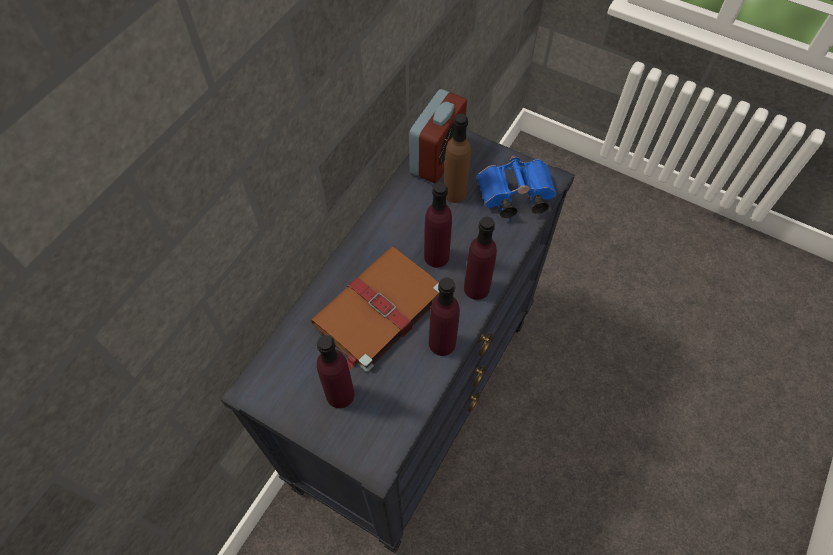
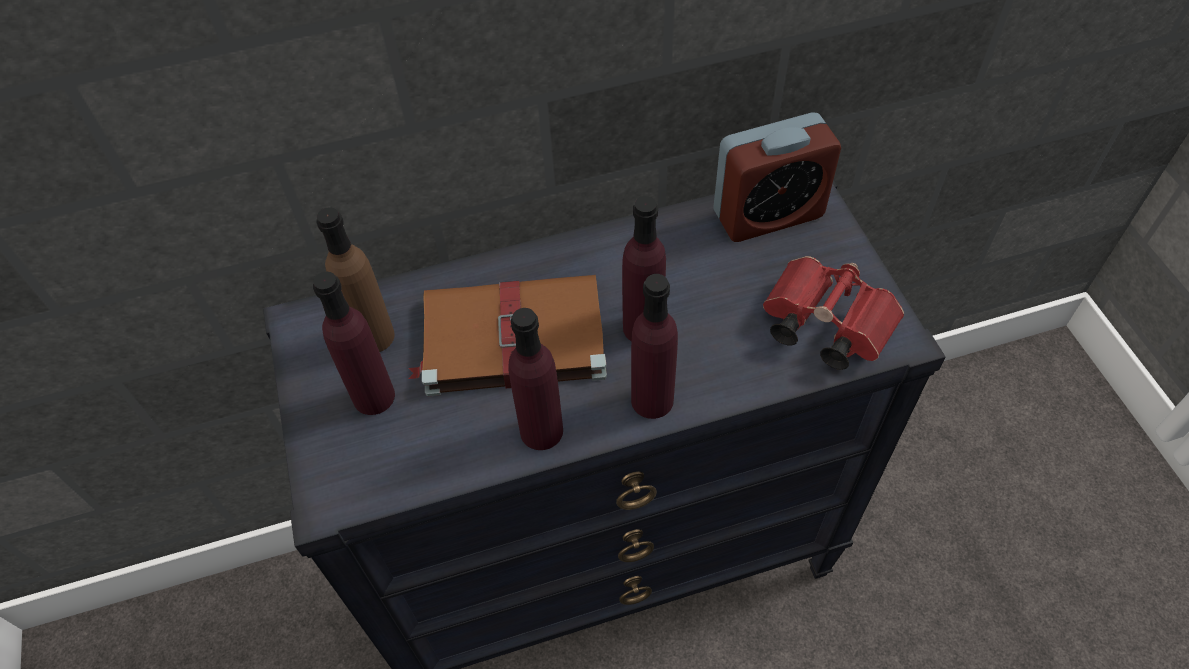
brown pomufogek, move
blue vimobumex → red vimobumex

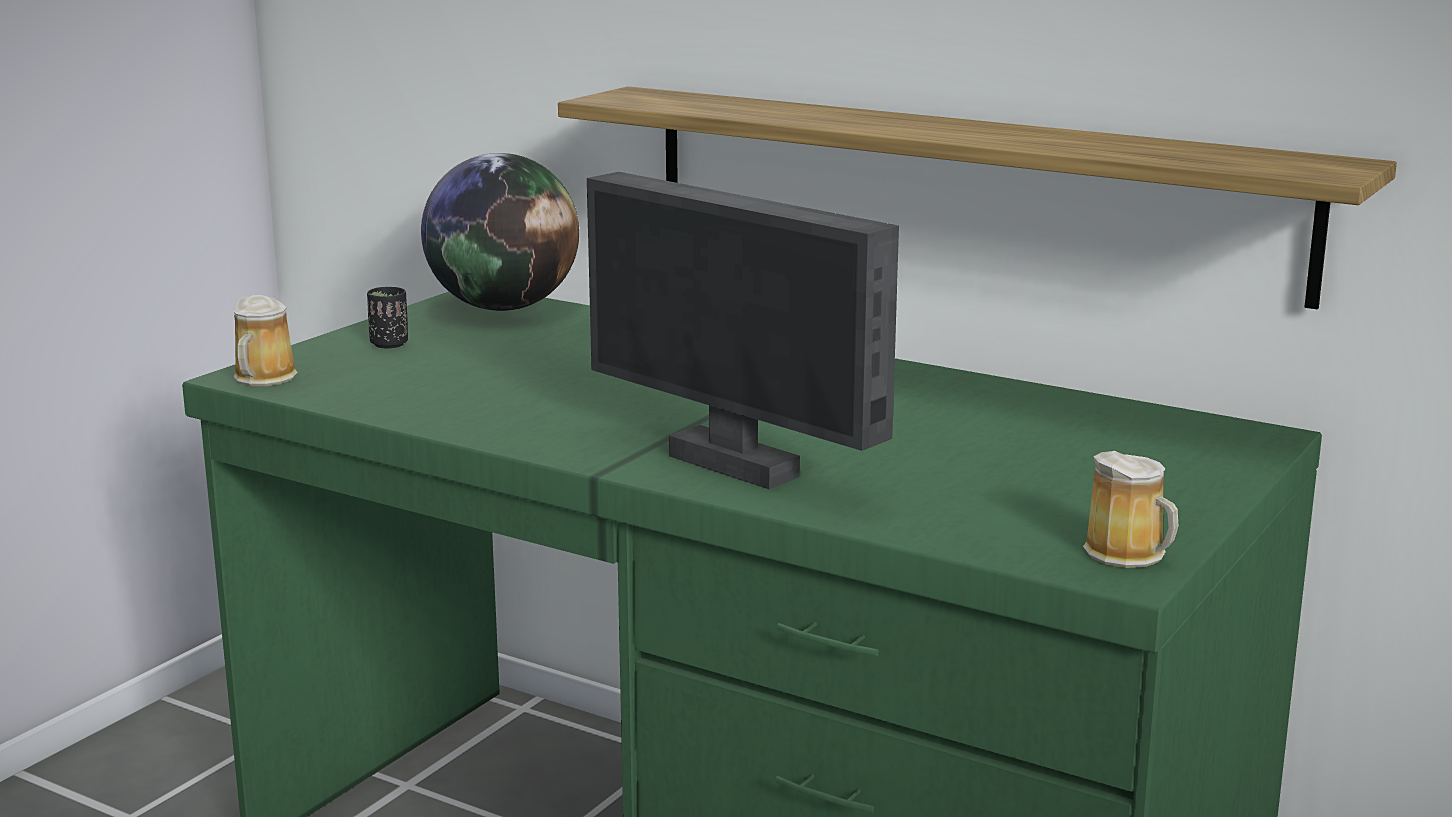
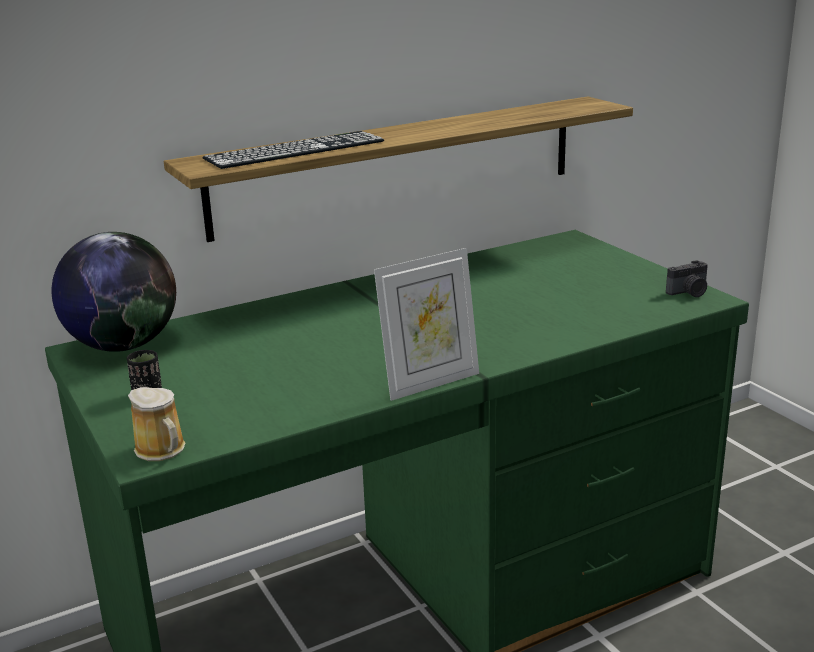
- → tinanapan
- → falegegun
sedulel (2nd from left) → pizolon
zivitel → -

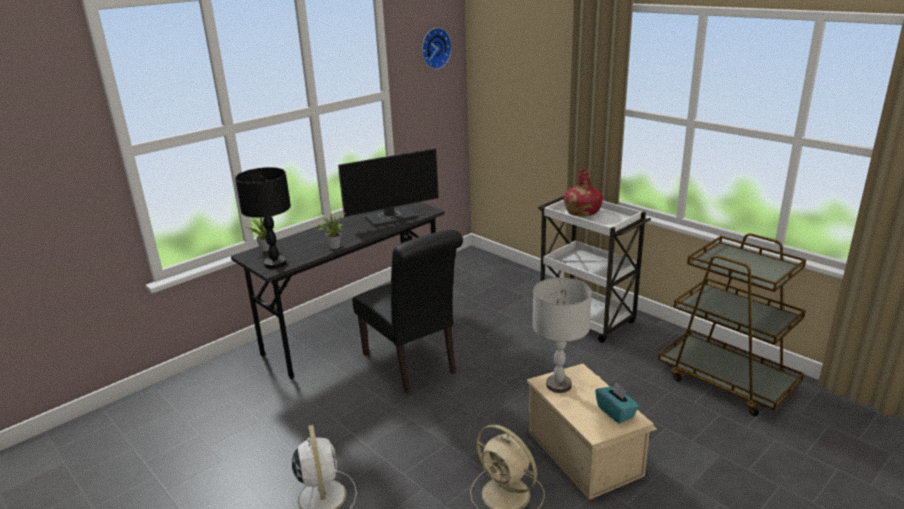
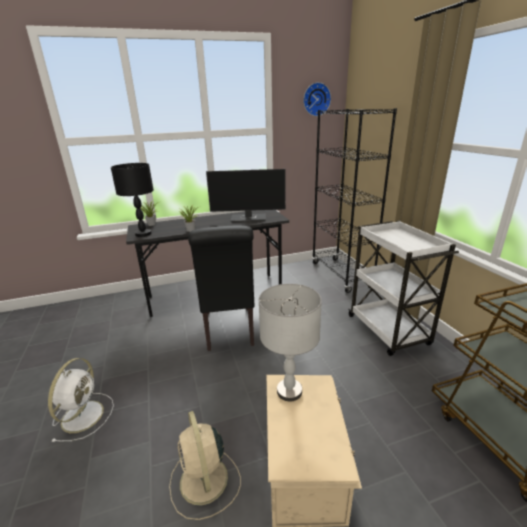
- → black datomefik
red pomufogek → -
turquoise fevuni → -

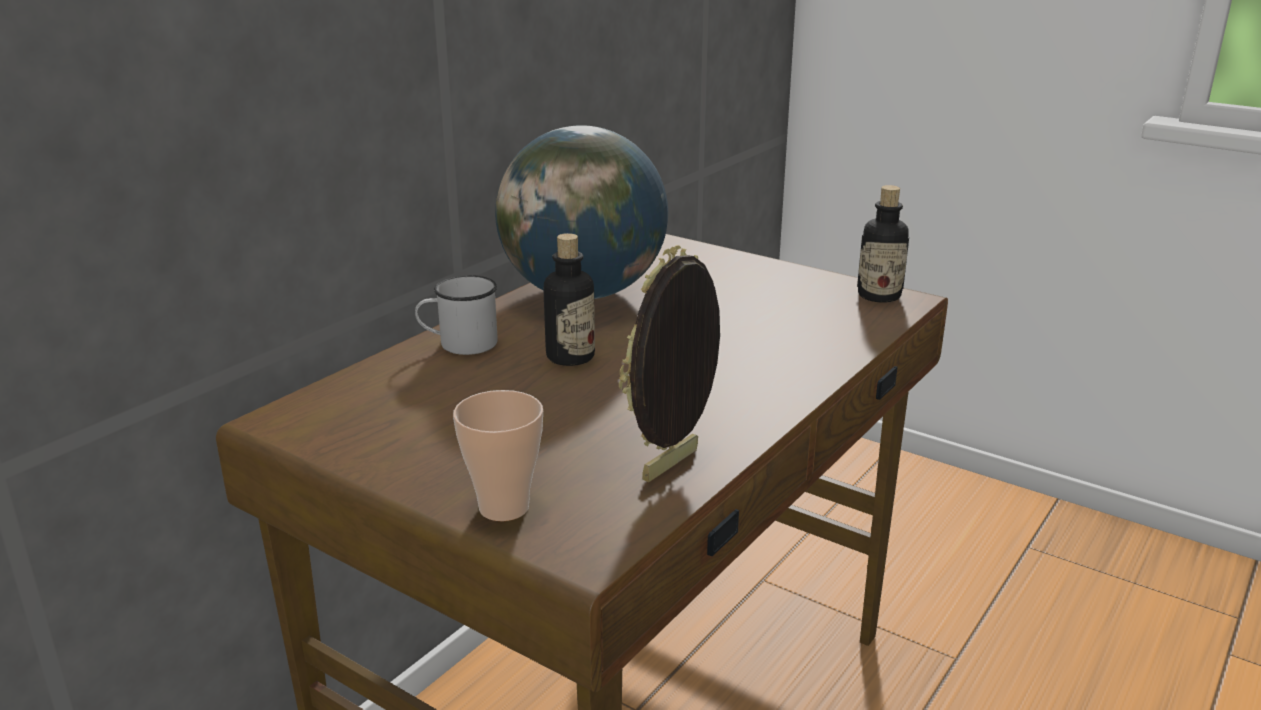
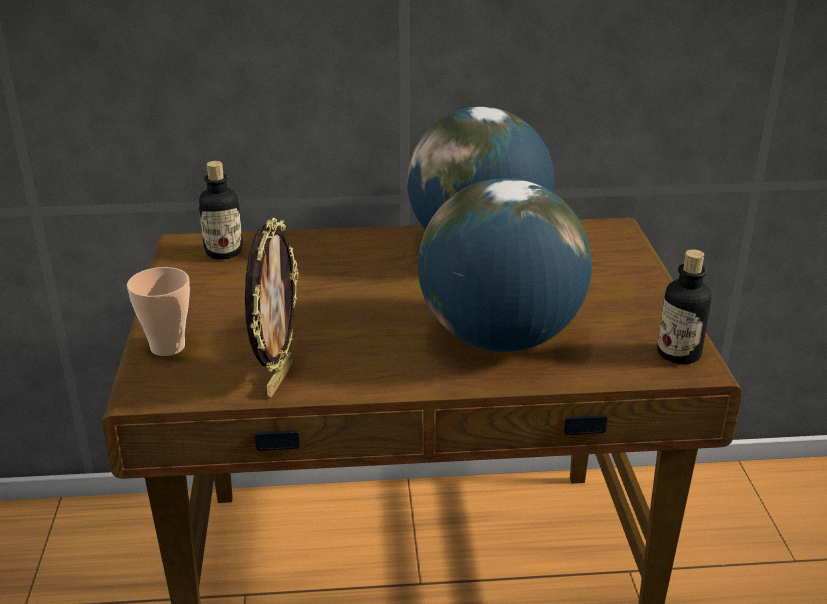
pomufogek (1st from left), move
falegegun, 105 degrees clockwise
- → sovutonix (2nd from left)
white sedulel → -

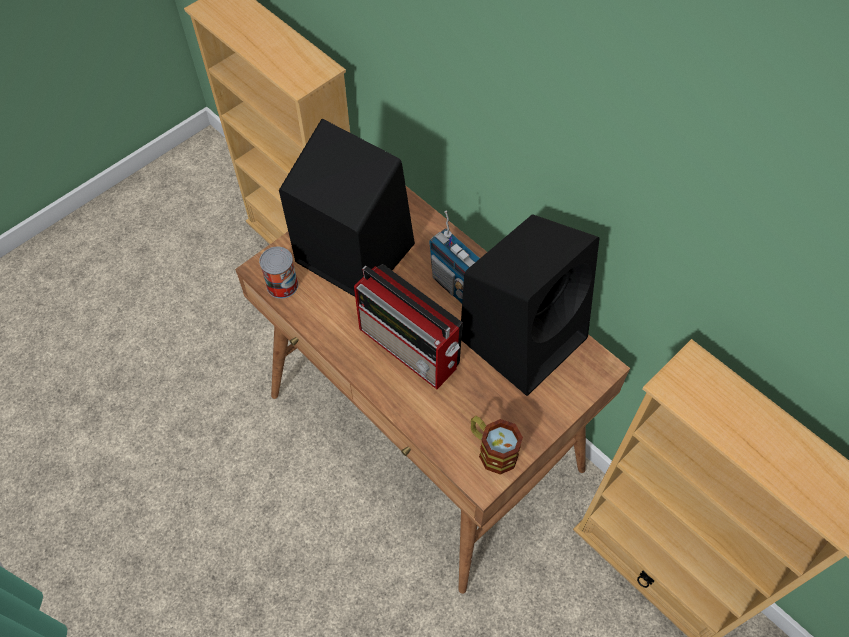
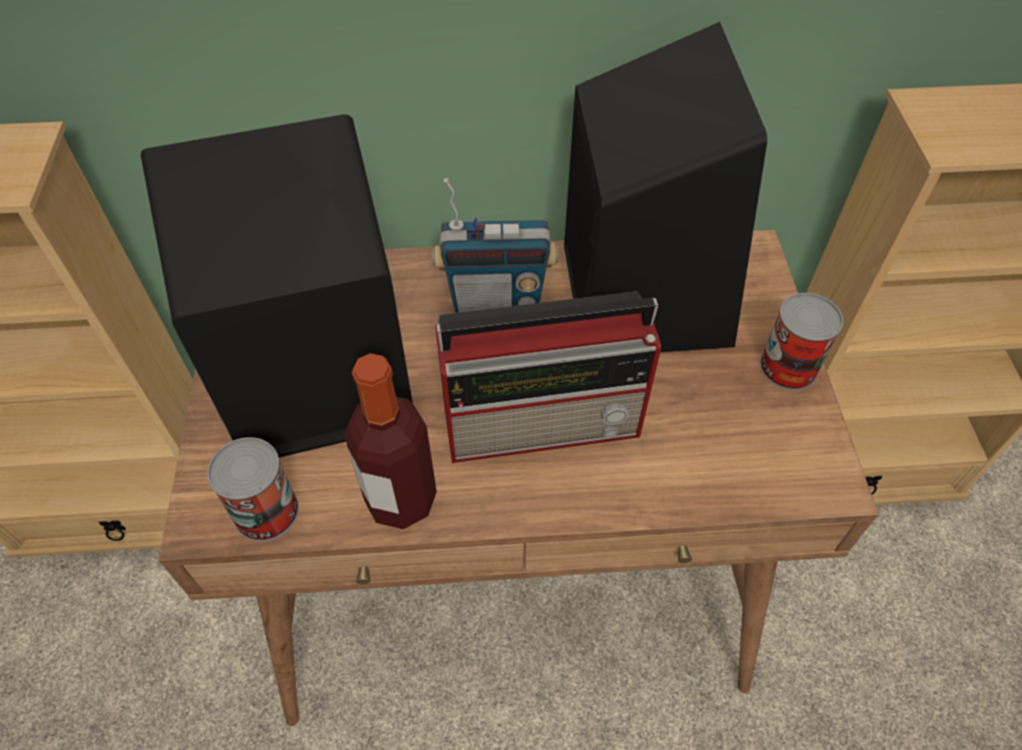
- → pomufogek
- → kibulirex (2nd from left)
sedulel → -

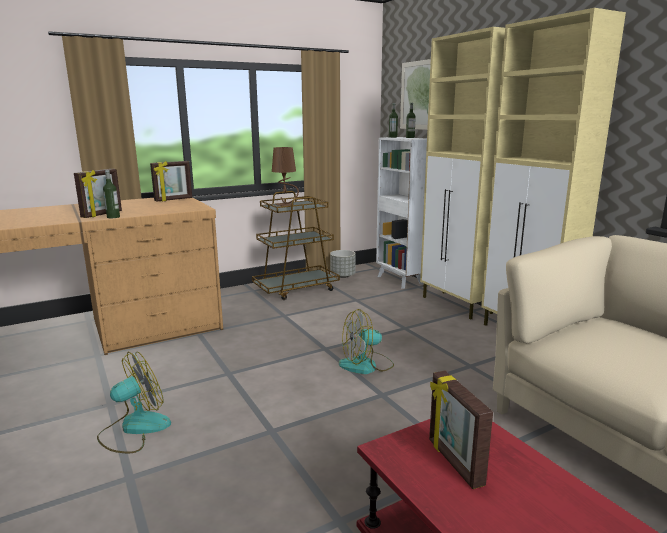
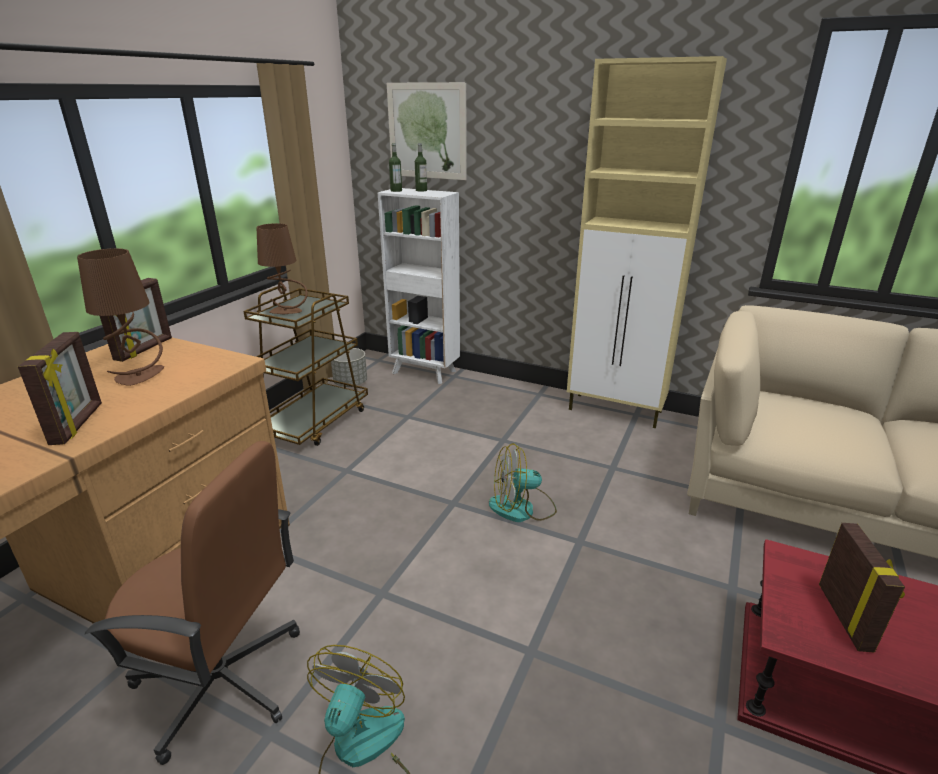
- → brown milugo (1st from left)
- → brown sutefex
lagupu (2nd from left), 45 degrees clockwise
falegegun (3rd from left), 120 degrees counterclockwise
pomufogek (1st from left) → -
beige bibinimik (1st from left) → -

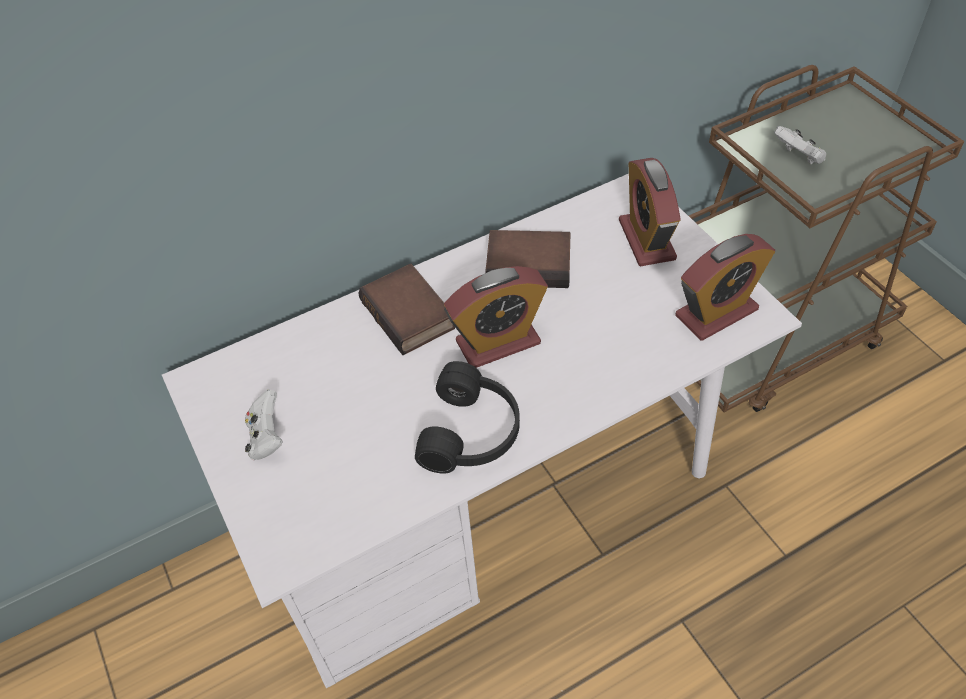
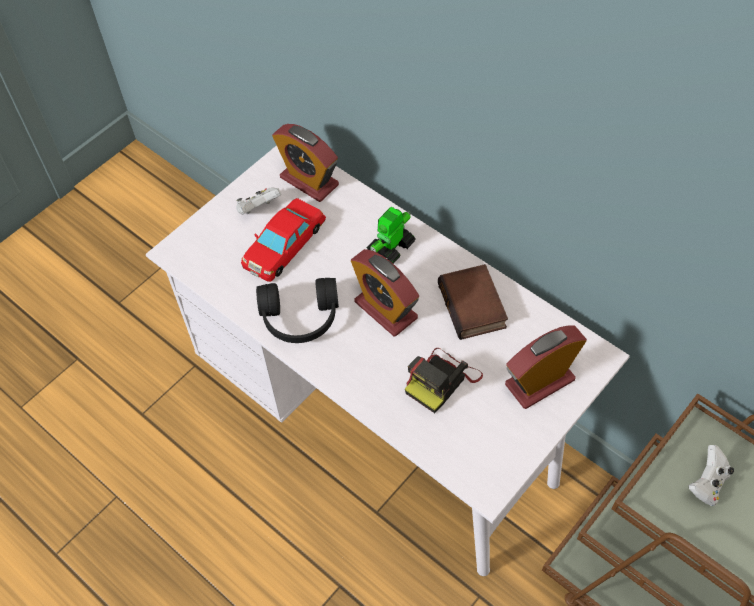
- → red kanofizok
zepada (3rd from left in the first image) → zepada (1st from left), move
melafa (1st from left) → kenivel
- → pizolon

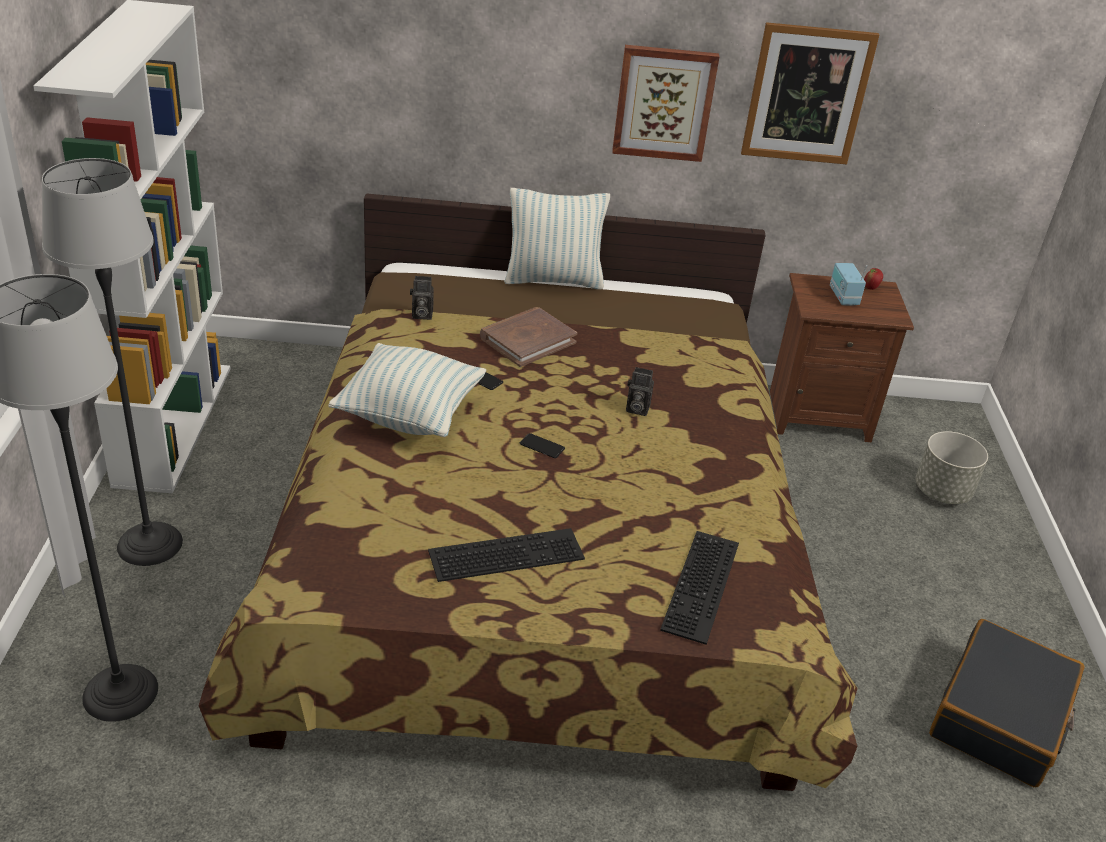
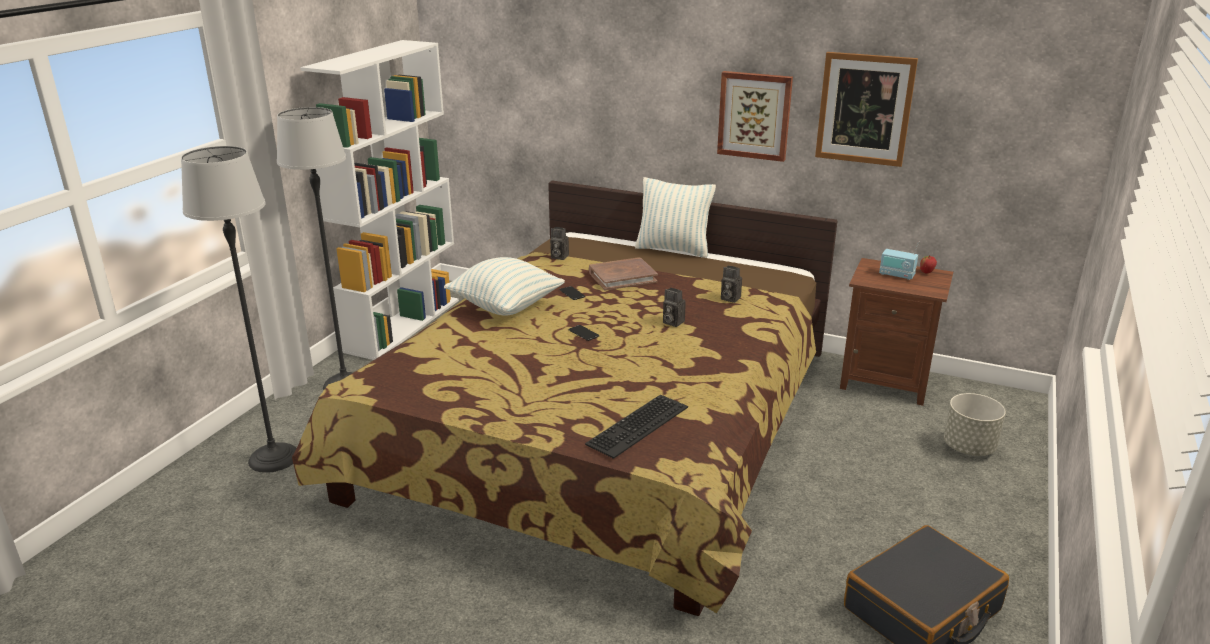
- → pizolon (3rd from left)
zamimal, 75 degrees counterclockwise
tinanapan (1st from left) → -

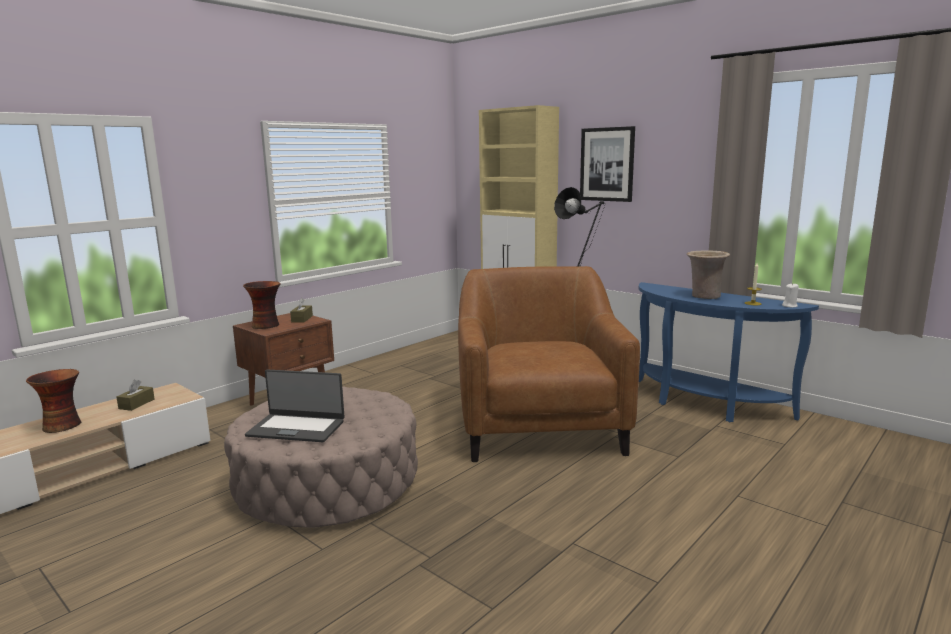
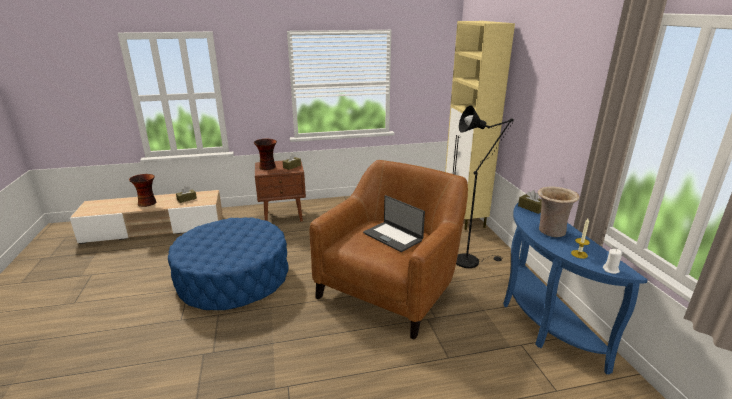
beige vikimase → blue vikimase
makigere, move
- → brown fevuni (3rd from left)
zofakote → -

